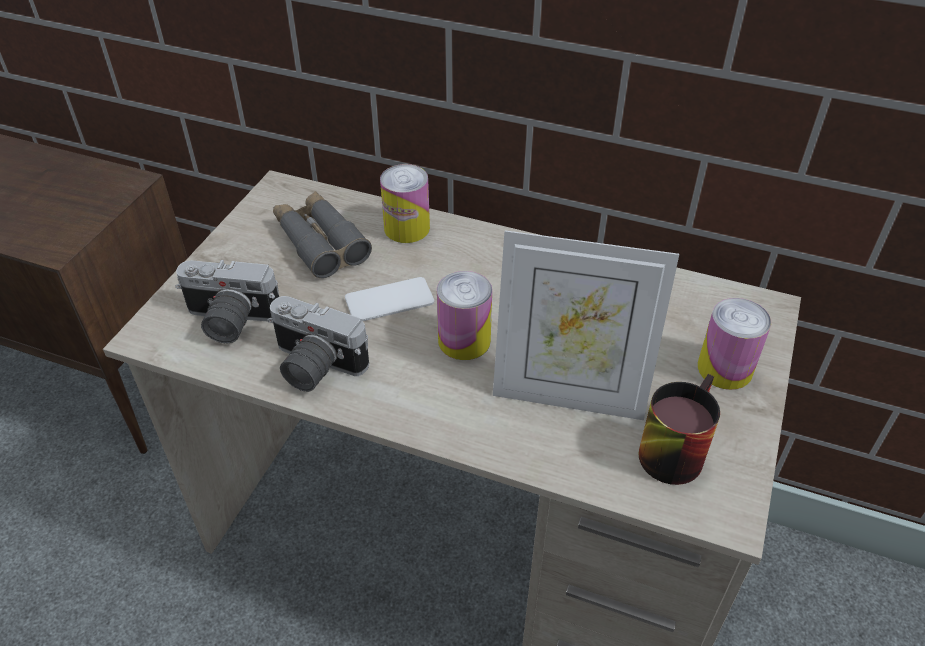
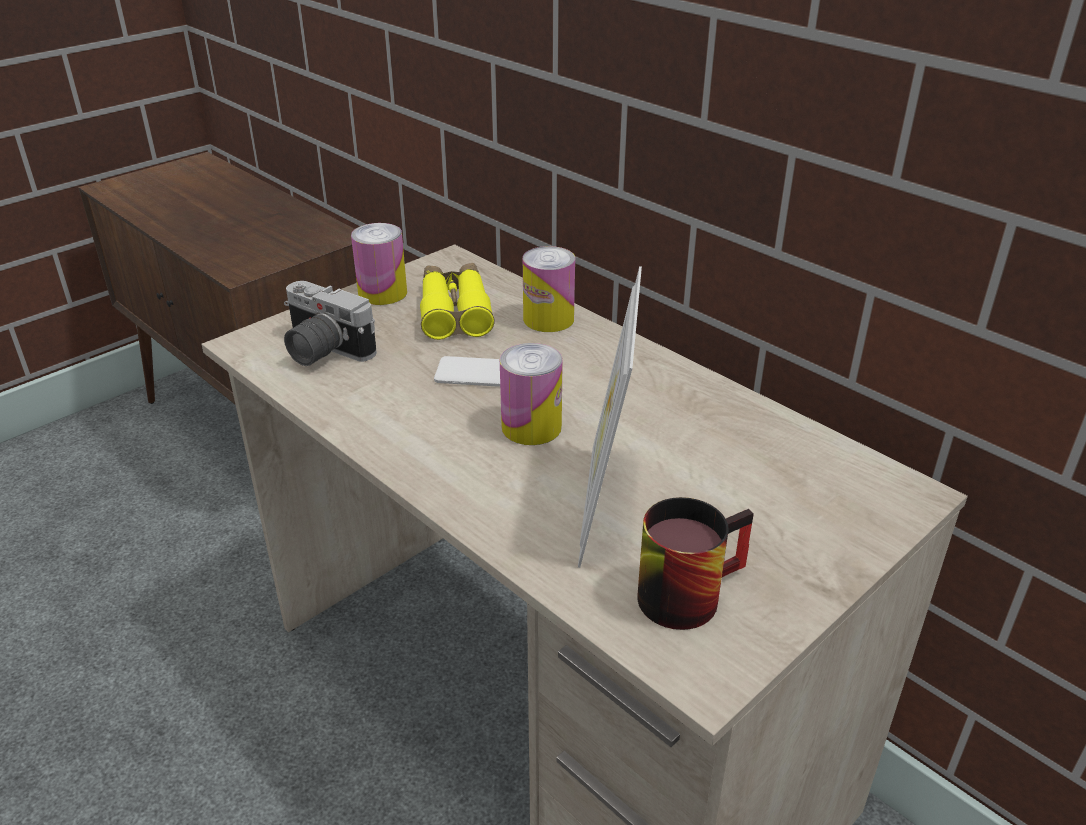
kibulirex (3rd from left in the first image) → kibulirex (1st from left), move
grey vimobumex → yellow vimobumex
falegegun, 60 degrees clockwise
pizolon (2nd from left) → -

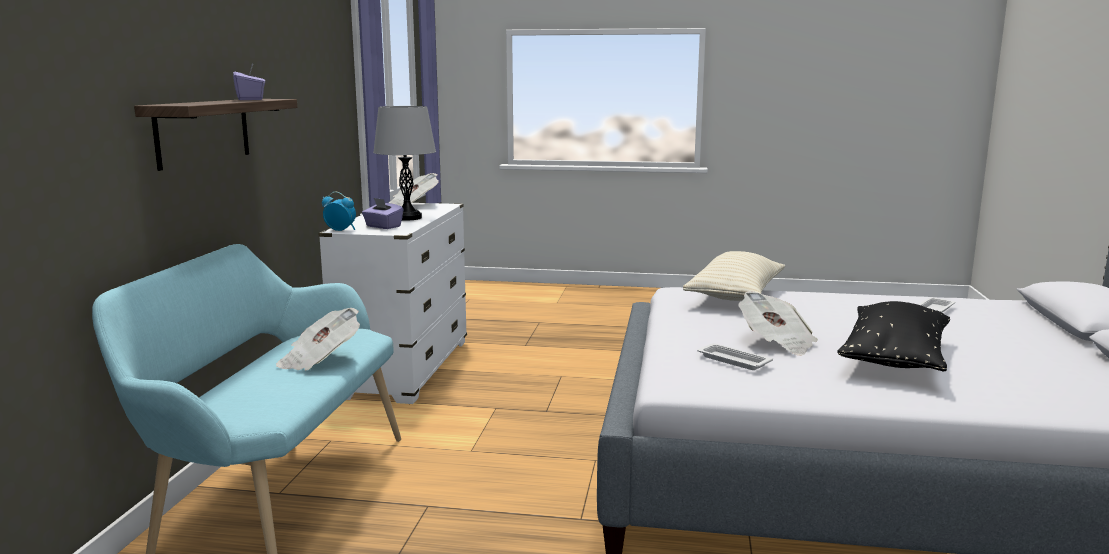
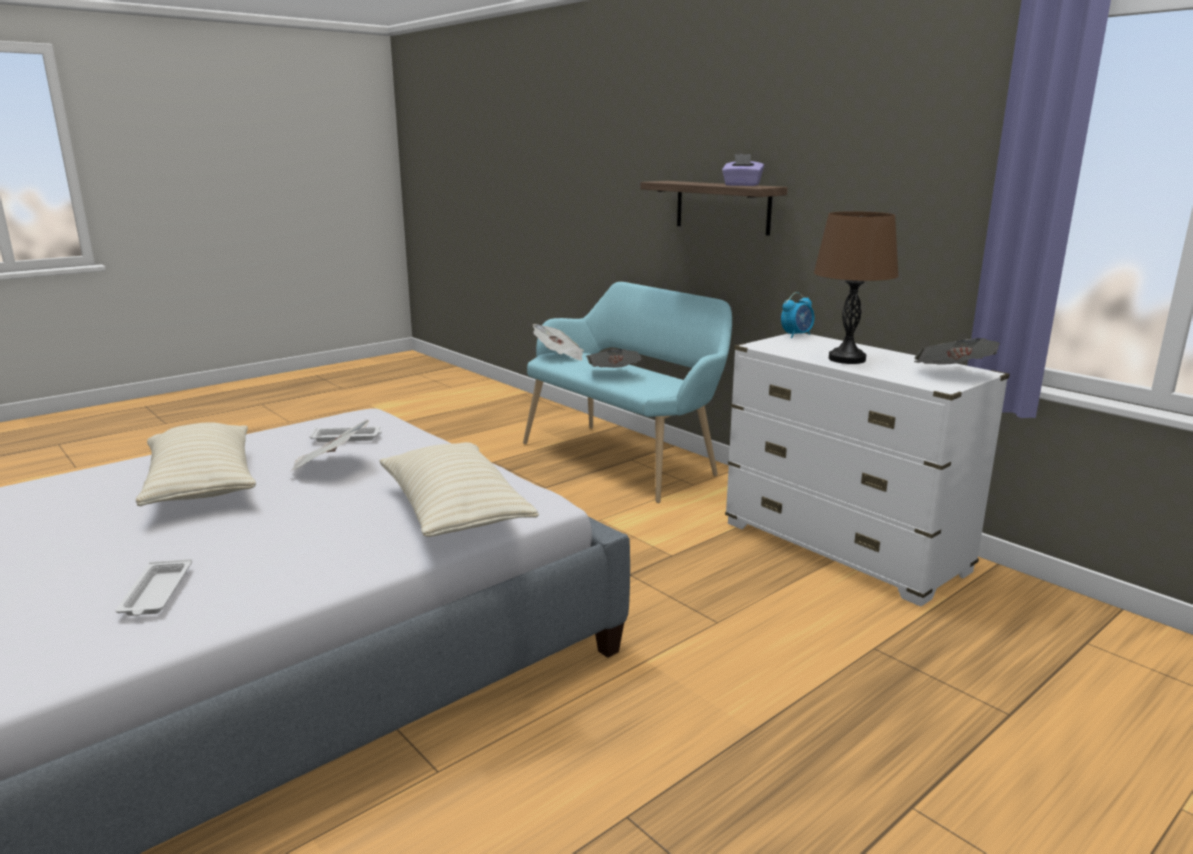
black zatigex → beige zatigex (1st from left)
- → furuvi (2nd from left)
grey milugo → brown milugo
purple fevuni (2nd from left) → -

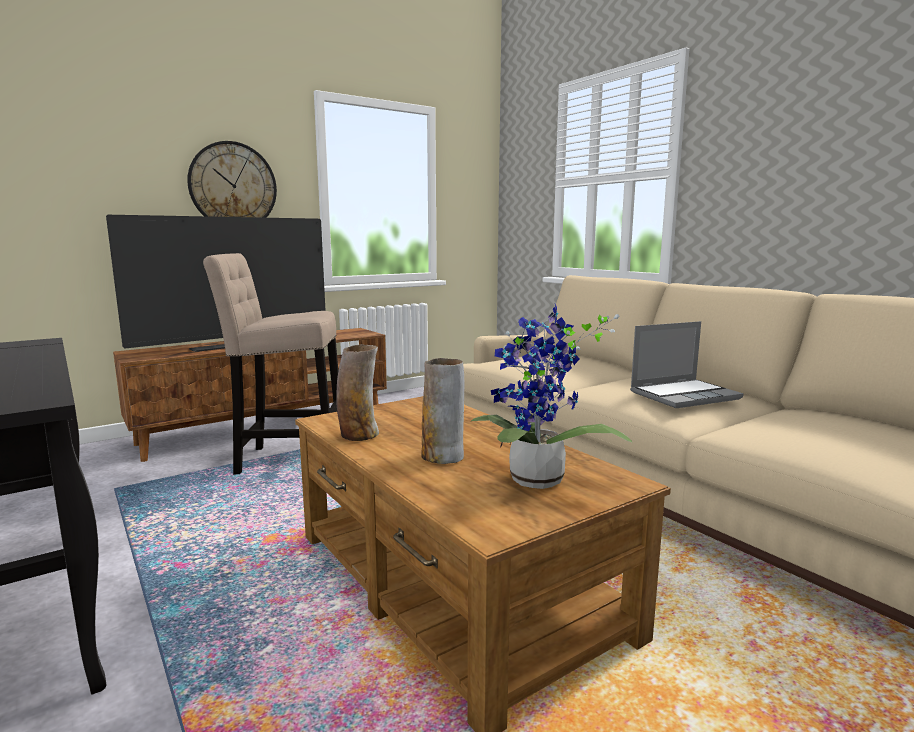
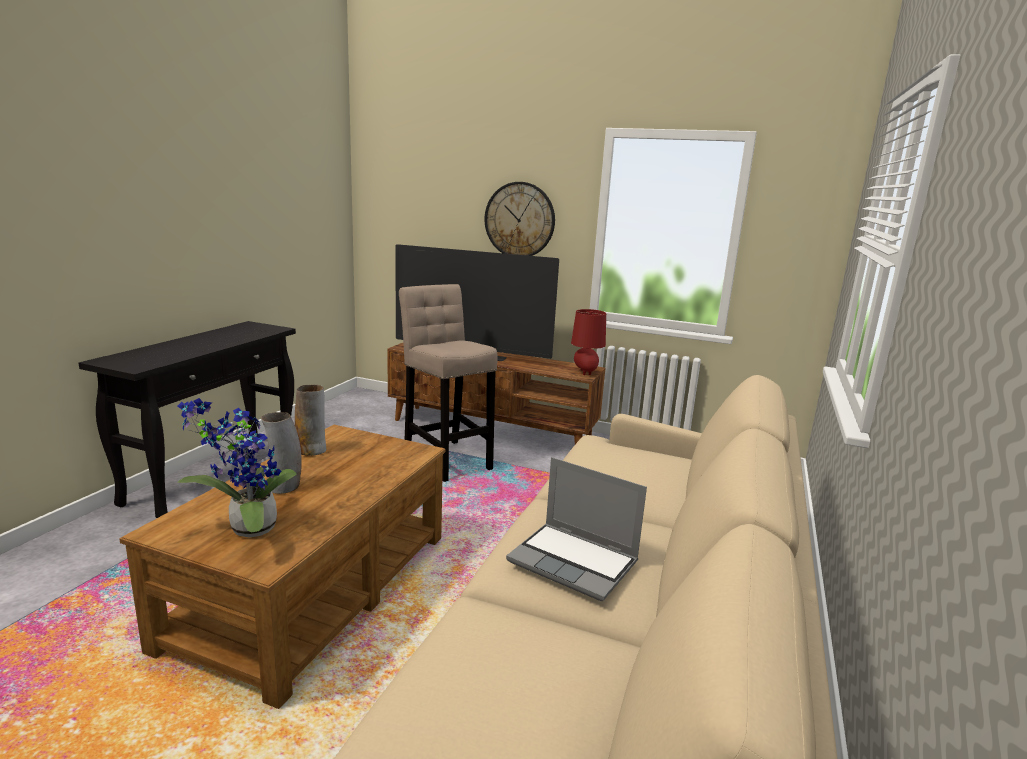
- → red milugo

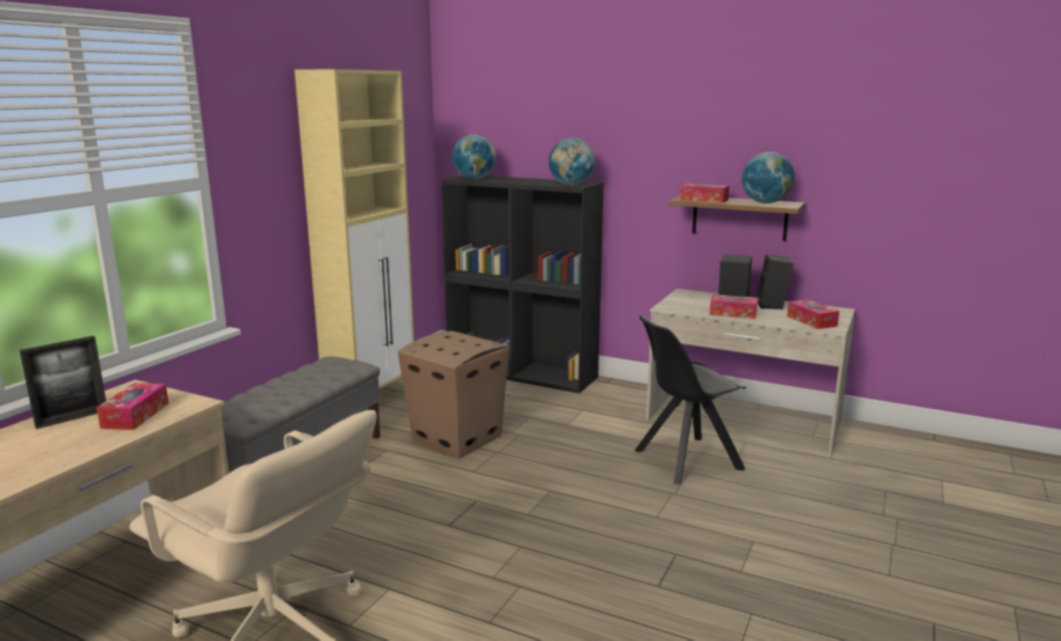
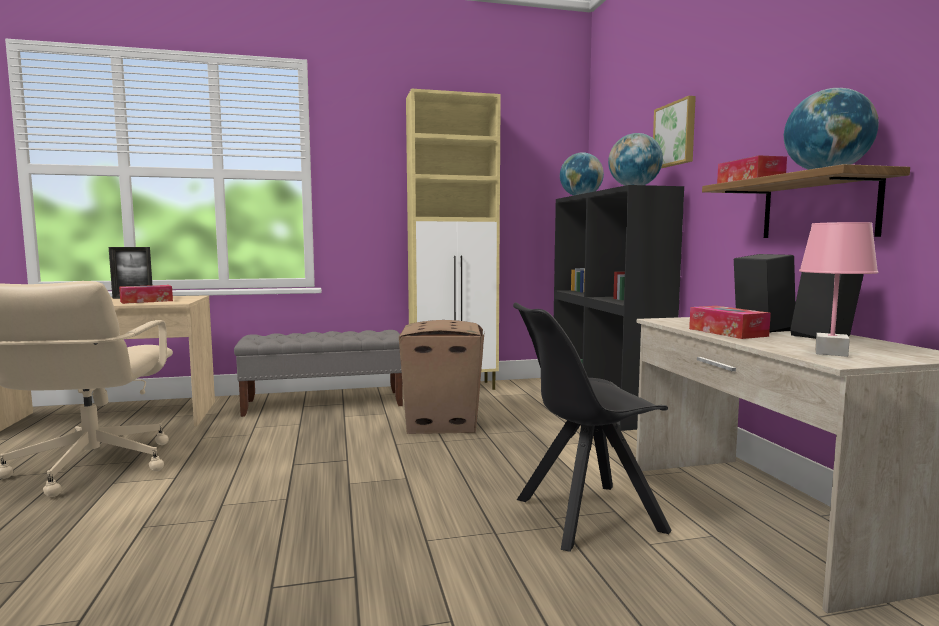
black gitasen, 45 degrees counterclockwise
- → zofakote
fevuni (4th from left) → pink milugo

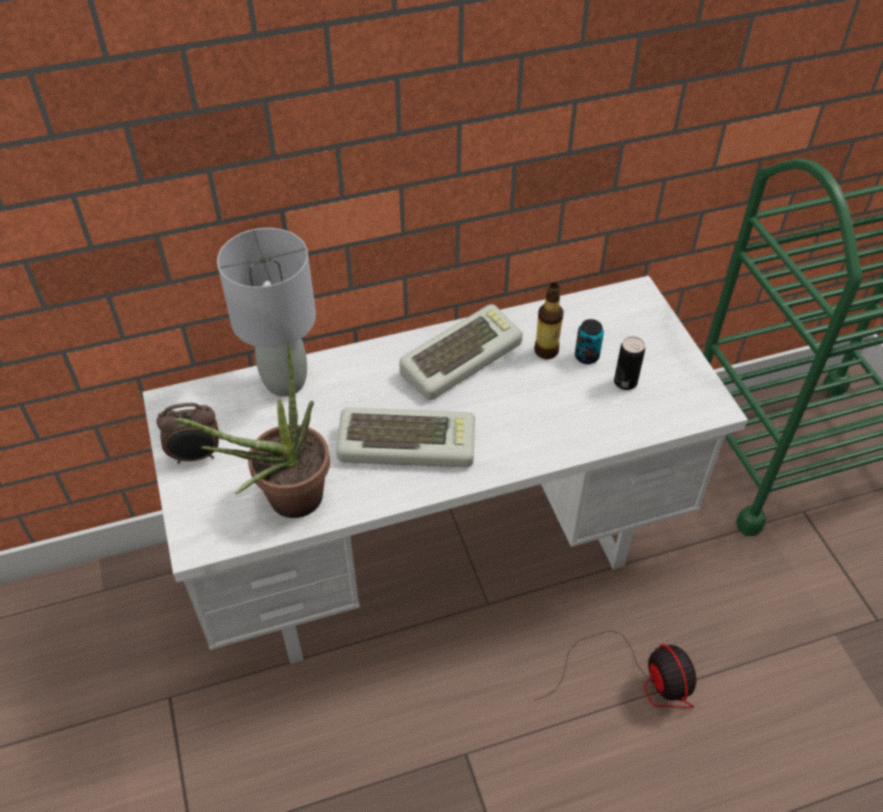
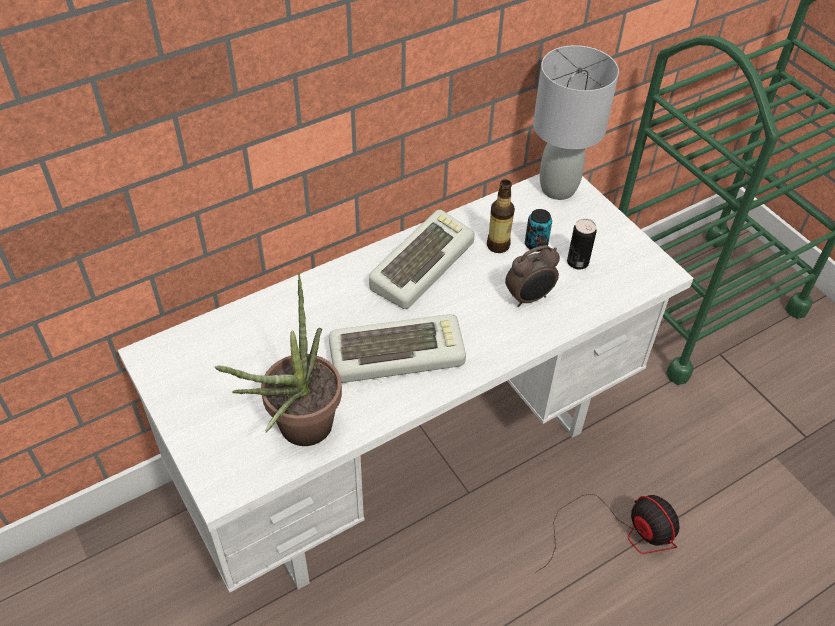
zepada, move
grey milugo, move

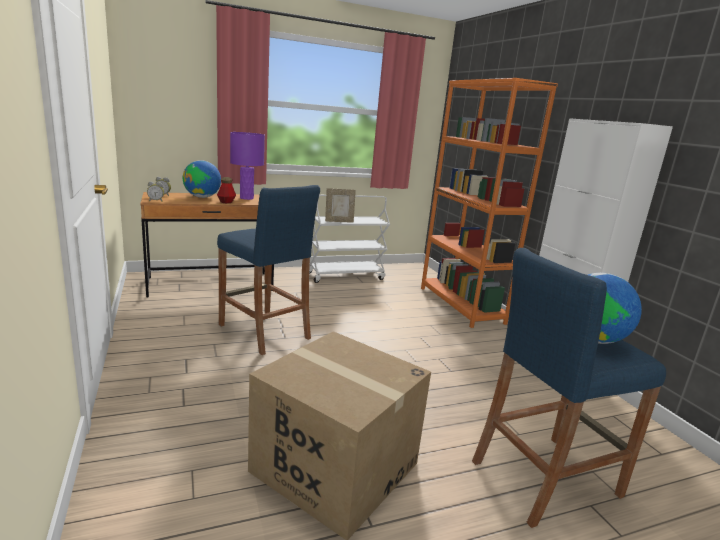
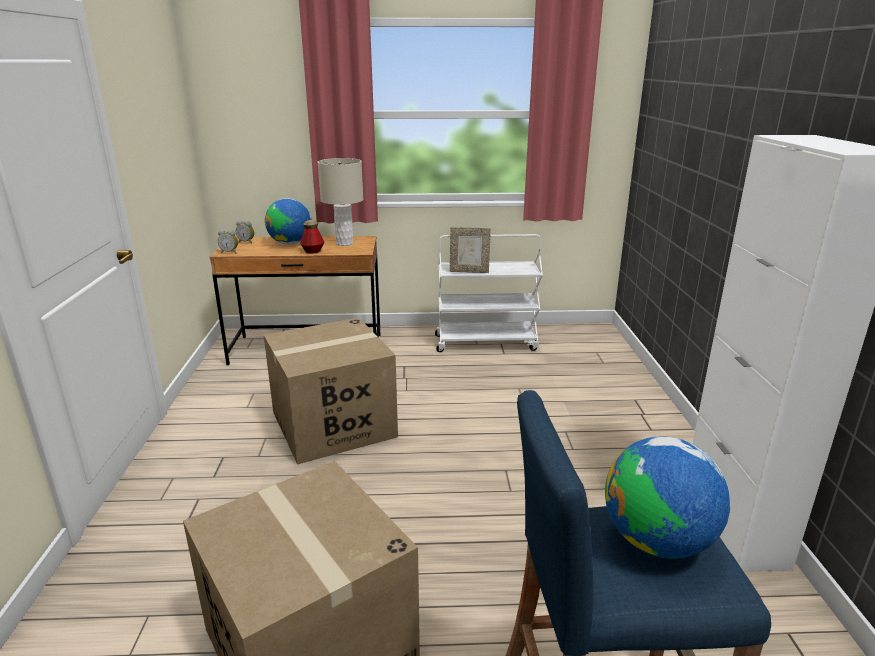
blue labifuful (1st from left) → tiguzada (2nd from left)
purple milugo → beige milugo
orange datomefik → -

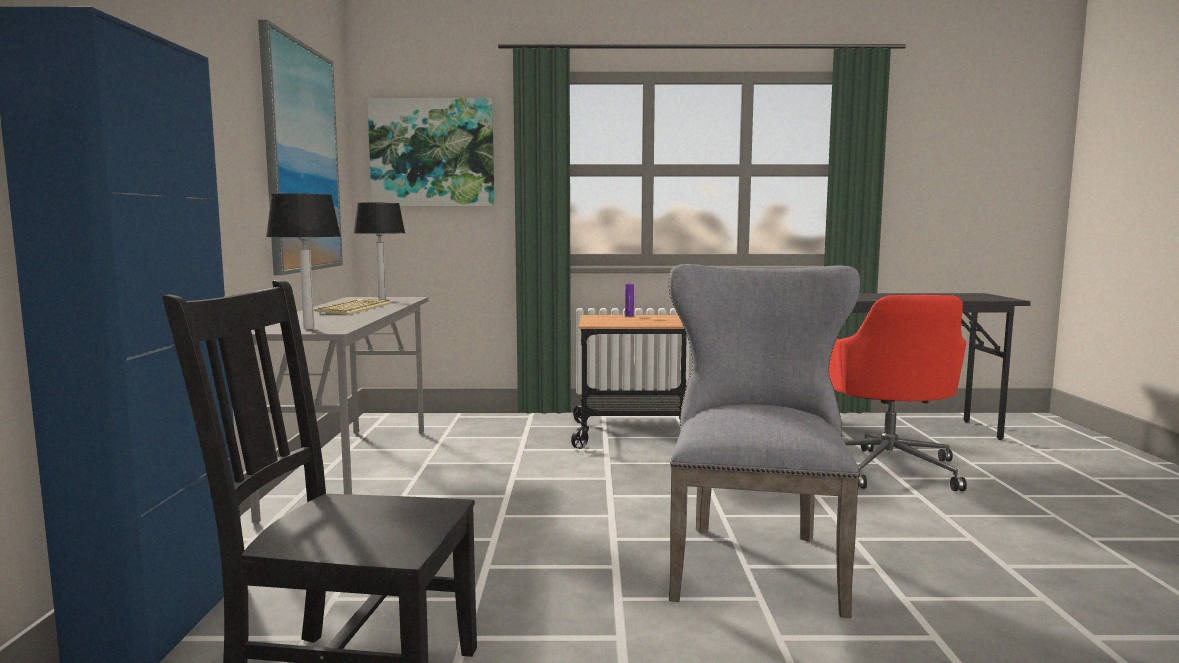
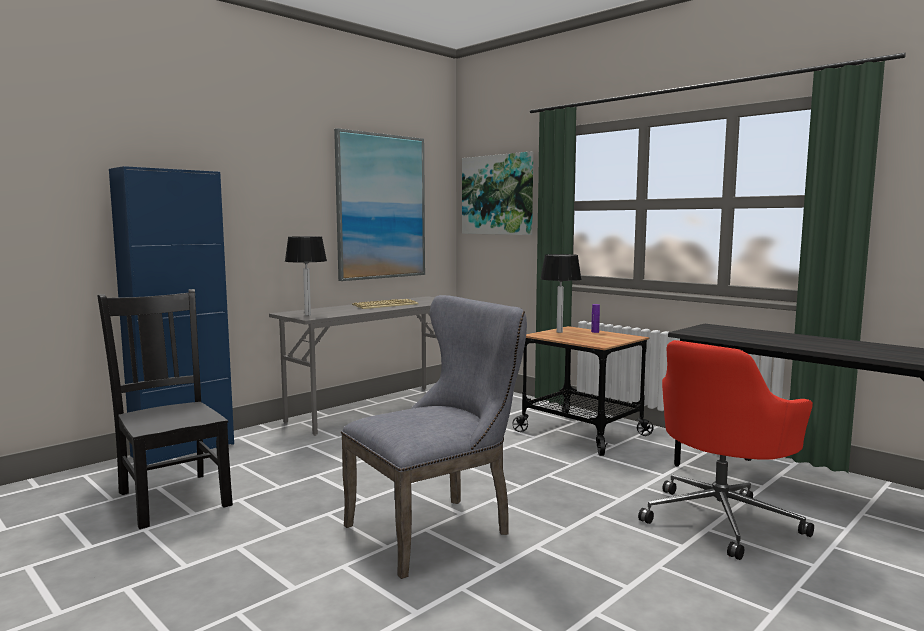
milugo (2nd from left), move

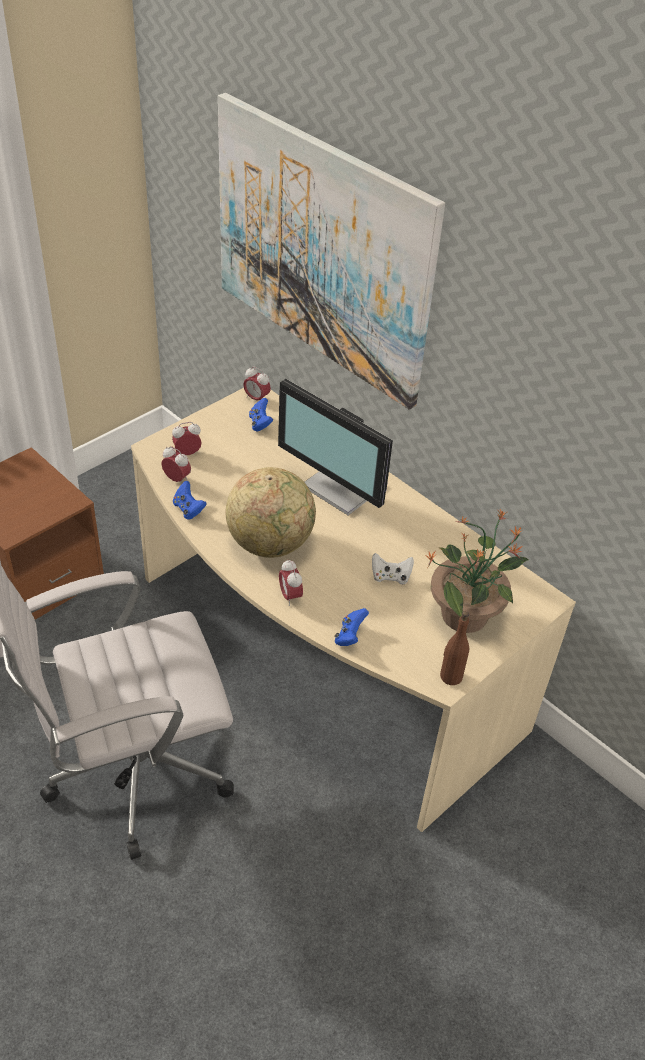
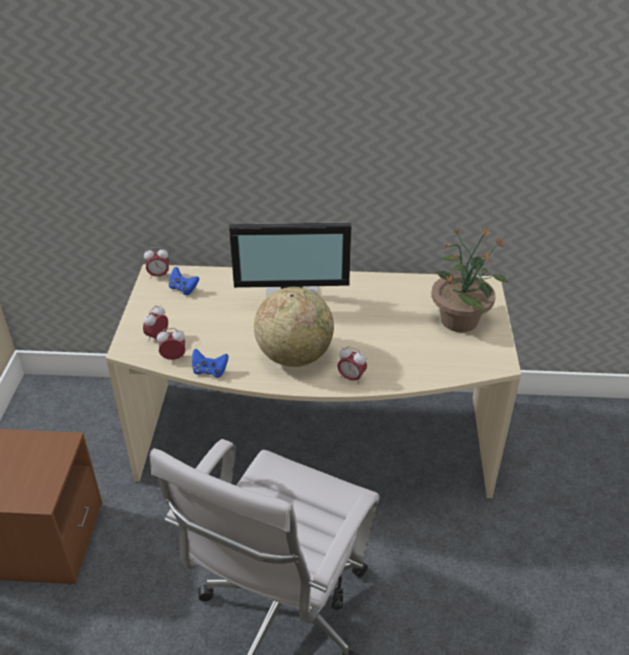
zofakote → -
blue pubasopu (3rd from left) → -
white pubasopu → -
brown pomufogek → -

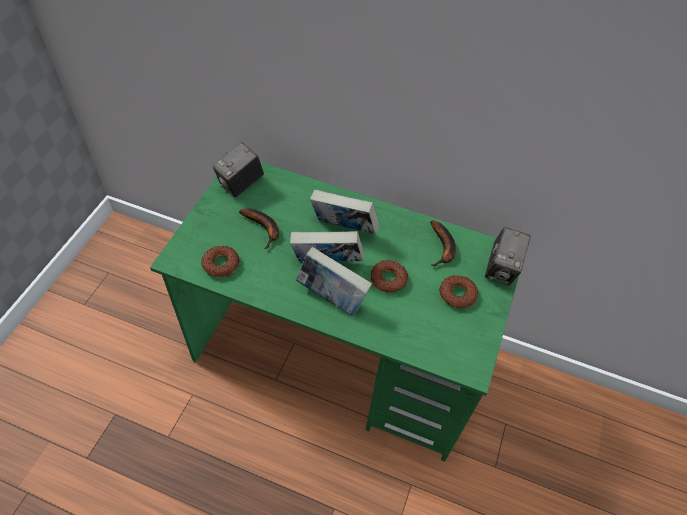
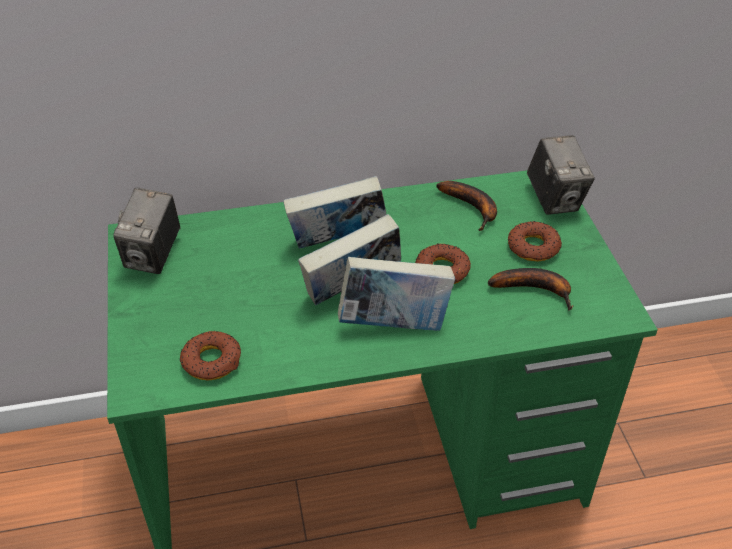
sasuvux (1st from left in the first image) → sasuvux (2nd from left), move

